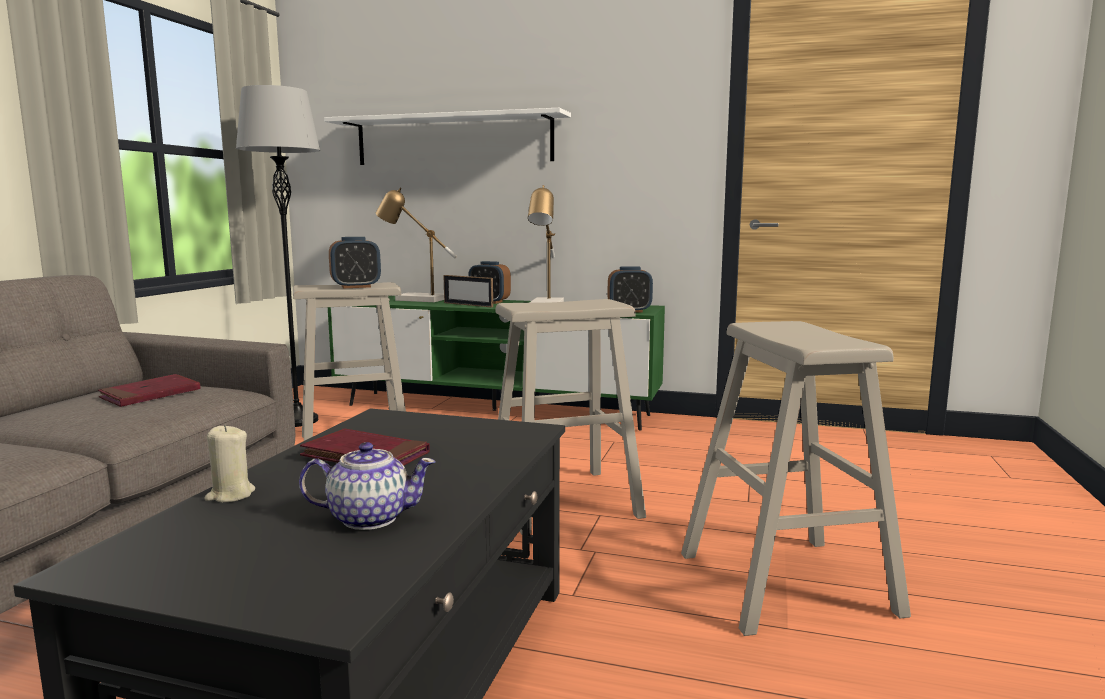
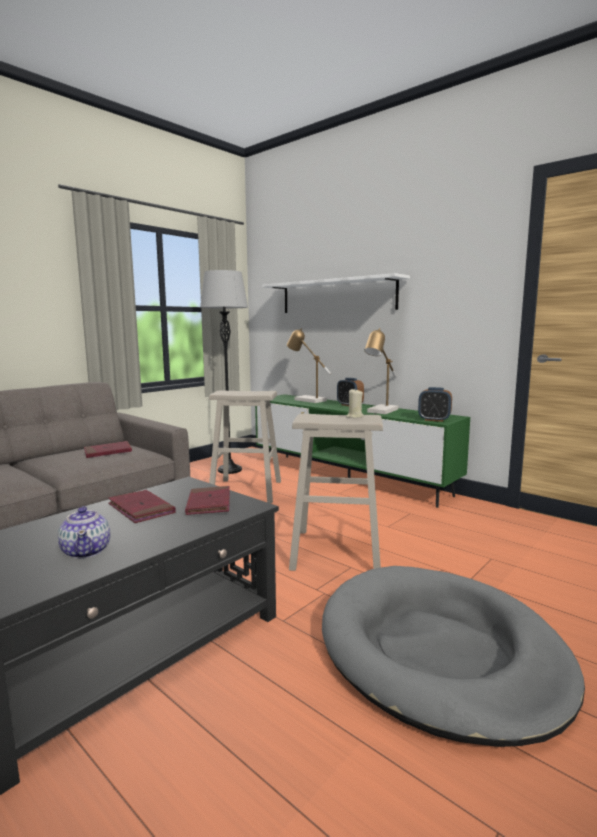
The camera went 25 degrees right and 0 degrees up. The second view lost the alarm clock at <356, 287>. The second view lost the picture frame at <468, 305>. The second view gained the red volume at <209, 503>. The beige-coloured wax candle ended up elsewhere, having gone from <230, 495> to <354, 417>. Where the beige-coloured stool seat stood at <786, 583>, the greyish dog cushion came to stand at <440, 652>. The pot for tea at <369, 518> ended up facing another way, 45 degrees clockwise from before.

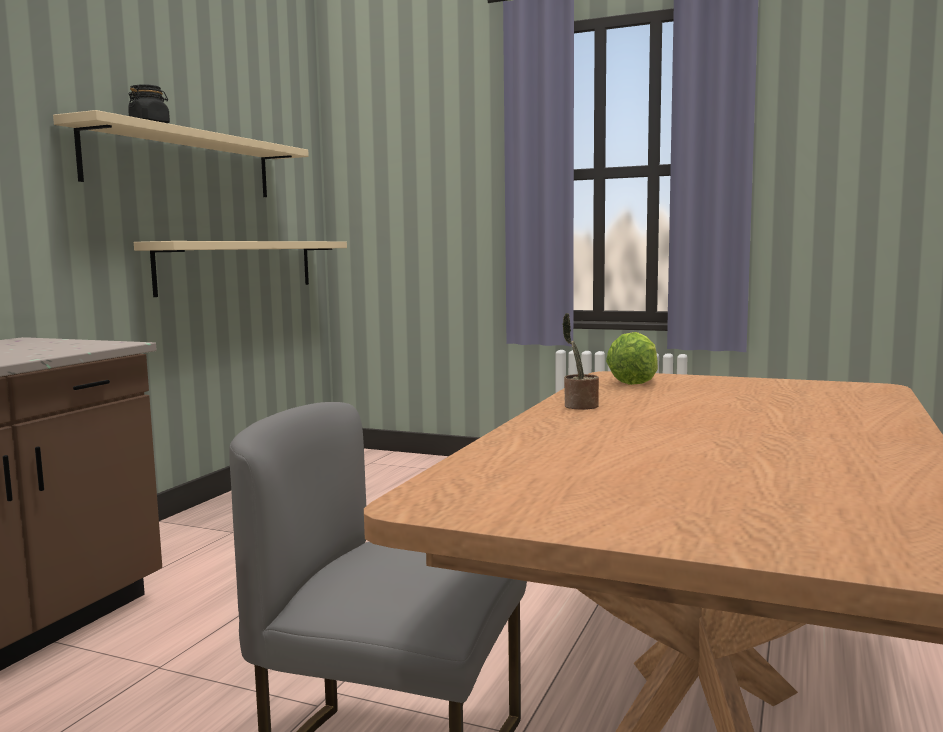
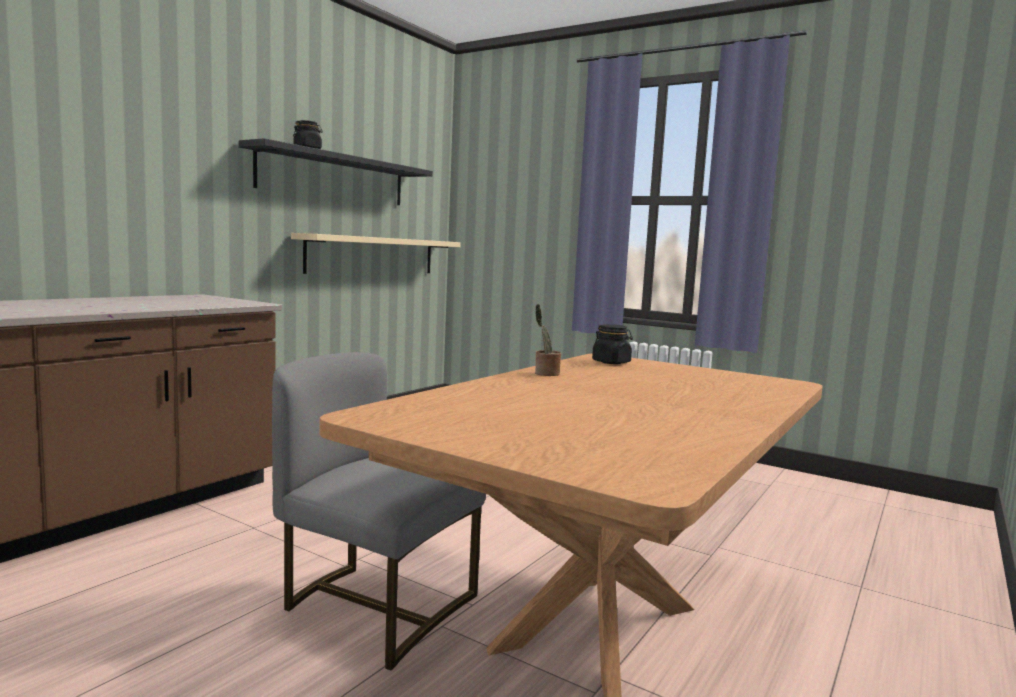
The camera went 10 degrees right and 0 degrees up. Where the lettuce stood at <635, 382>, the blackish storage jar came to stand at <611, 362>. What was the beige-coloured wall shelf at <183, 163> turned into the blackish wall shelf at <334, 177>.

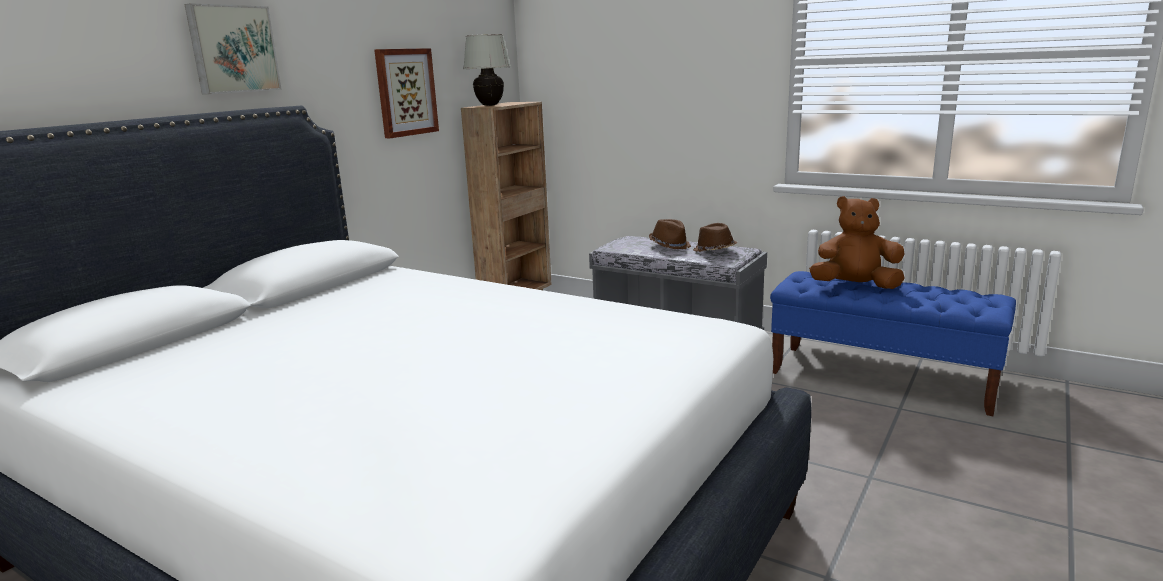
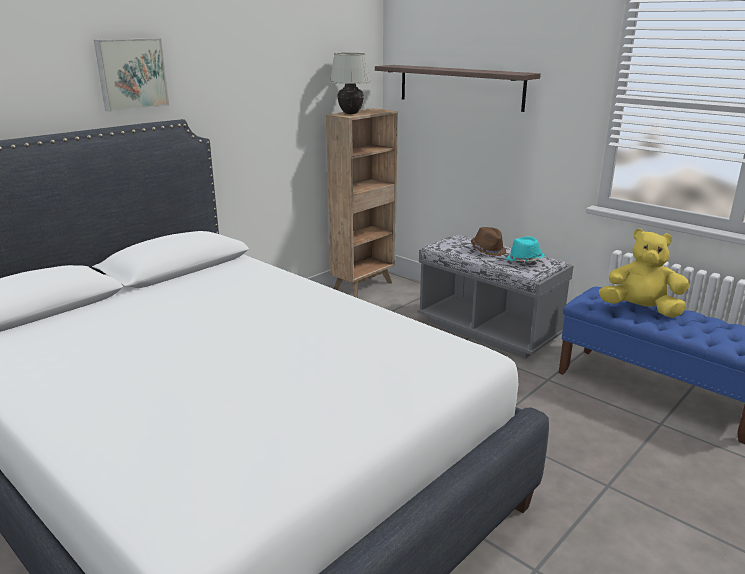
The camera went 10 degrees right and 5 degrees up. The second view lost the wall art at <405, 92>. The second view gained the wall shelf at <459, 87>. What was the brown clothing hat at <714, 251> turned into the turquoise-coloured clothing hat at <524, 260>. What was the brown cuddly toy at <855, 287> turned into the yellow cuddly toy at <640, 310>.

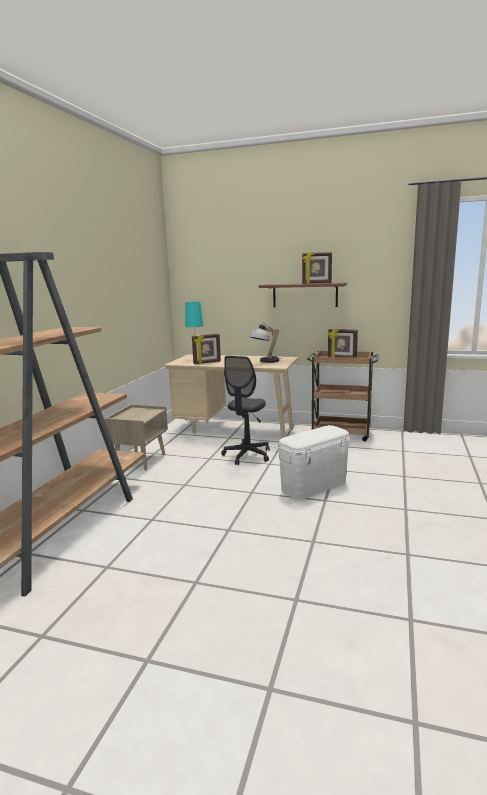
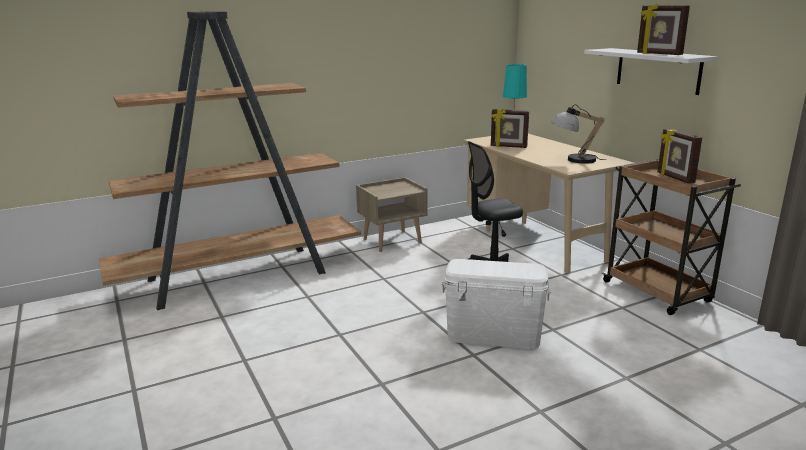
The camera went 45 degrees right and 5 degrees up. What was the brown wall shelf at <305, 295> turned into the whitish wall shelf at <657, 70>.

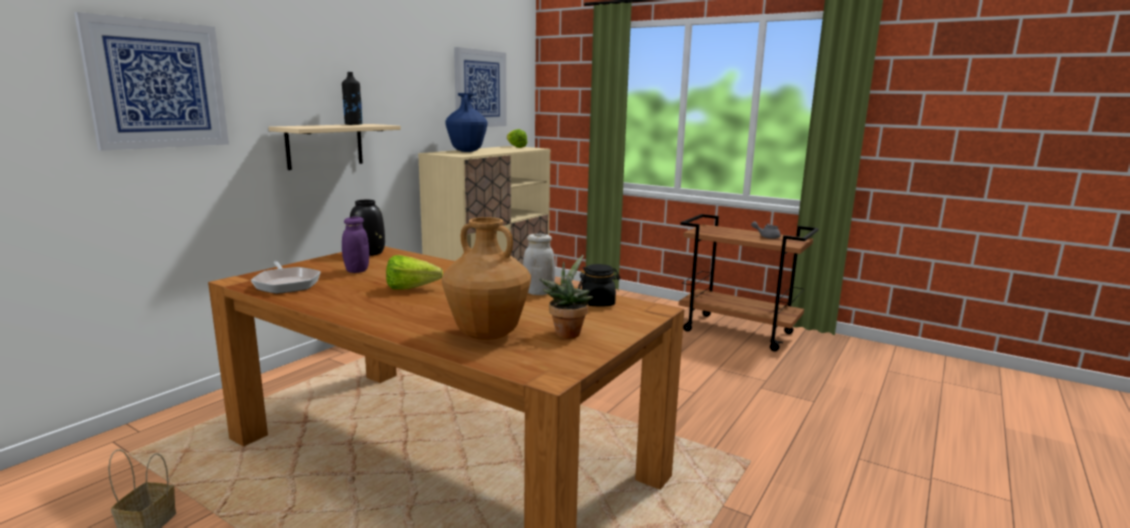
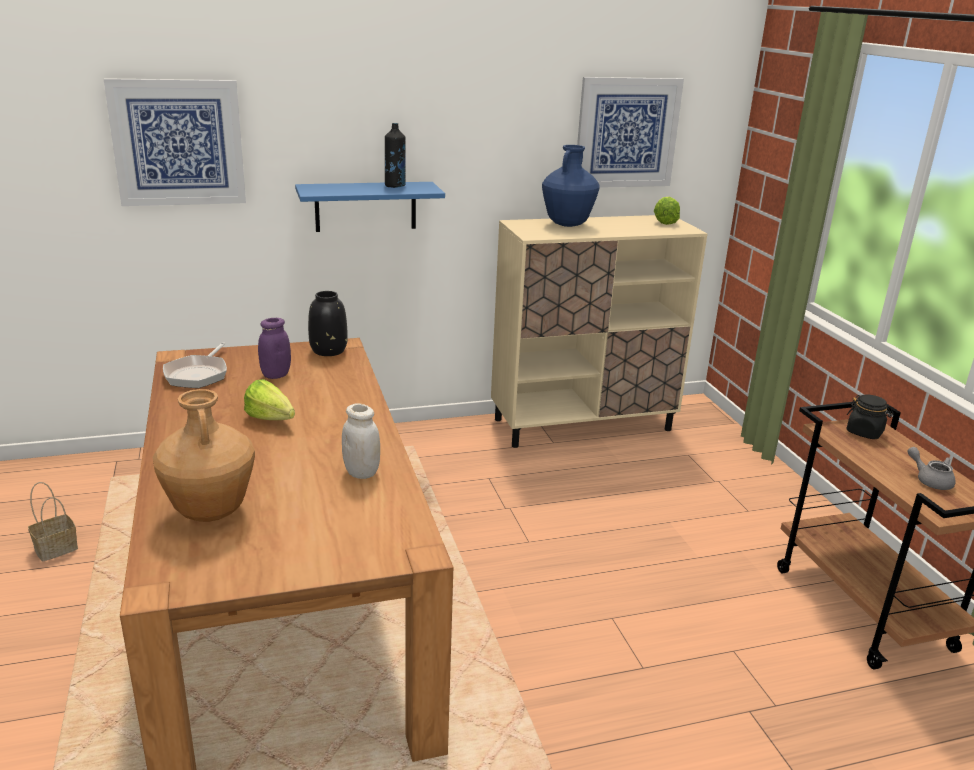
The camera went 40 degrees right and 10 degrees up. The second view lost the plant in a pot at <567, 332>. The blackish storage jar ended up elsewhere, having gone from <598, 303> to <864, 432>. What was the beige-coloured wall shelf at <325, 146> turned into the bluish wall shelf at <365, 206>.

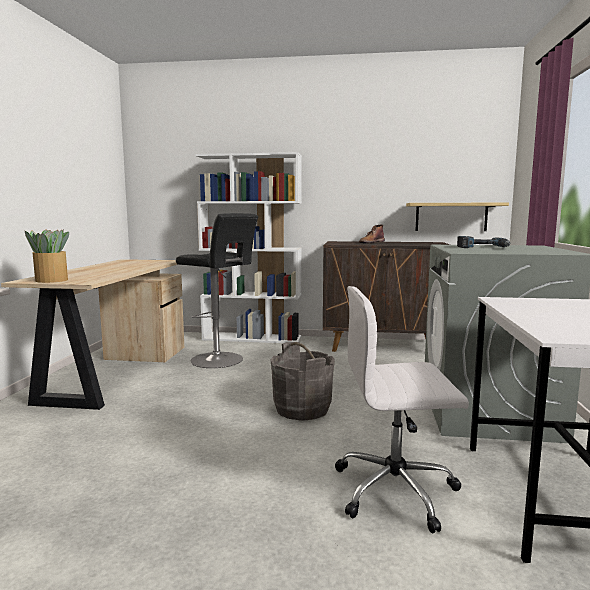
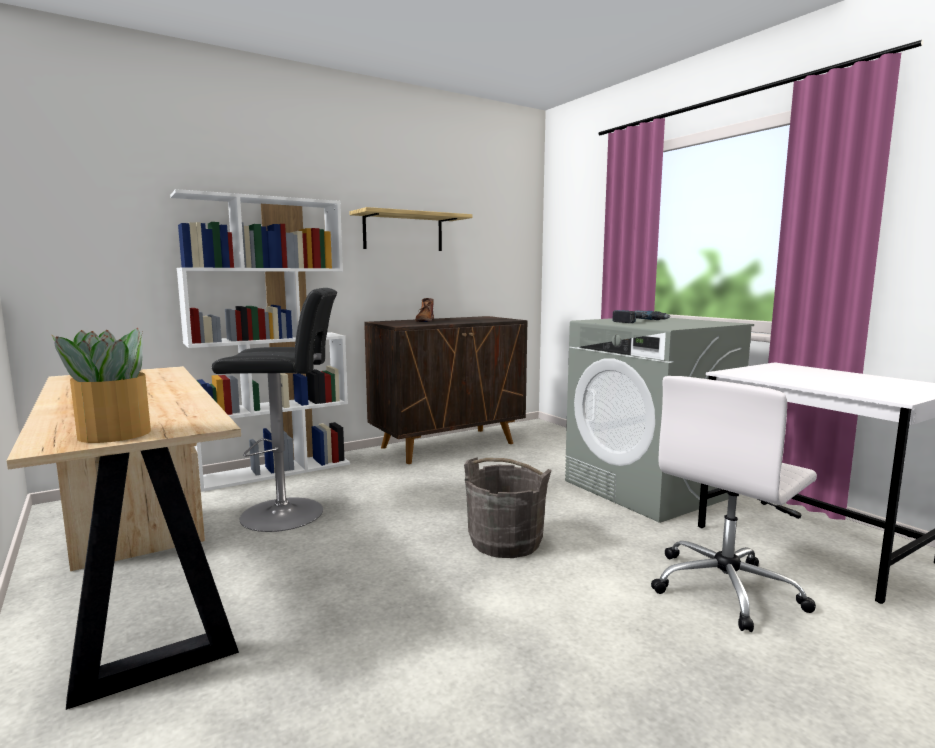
The camera went 40 degrees left and 0 degrees up. The wall shelf ended up elsewhere, having gone from <451, 217> to <403, 232>.

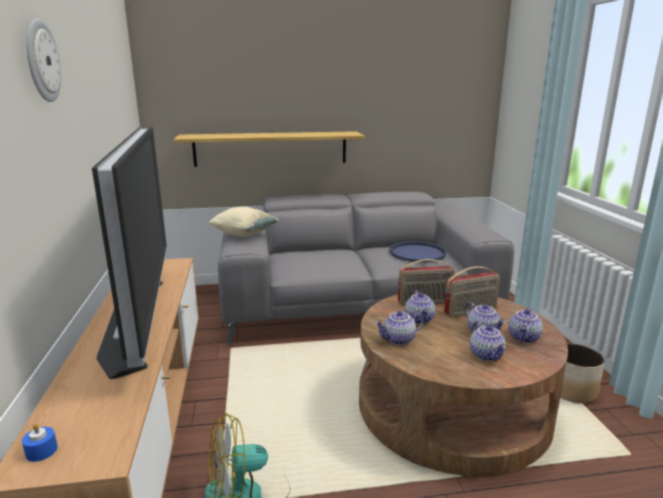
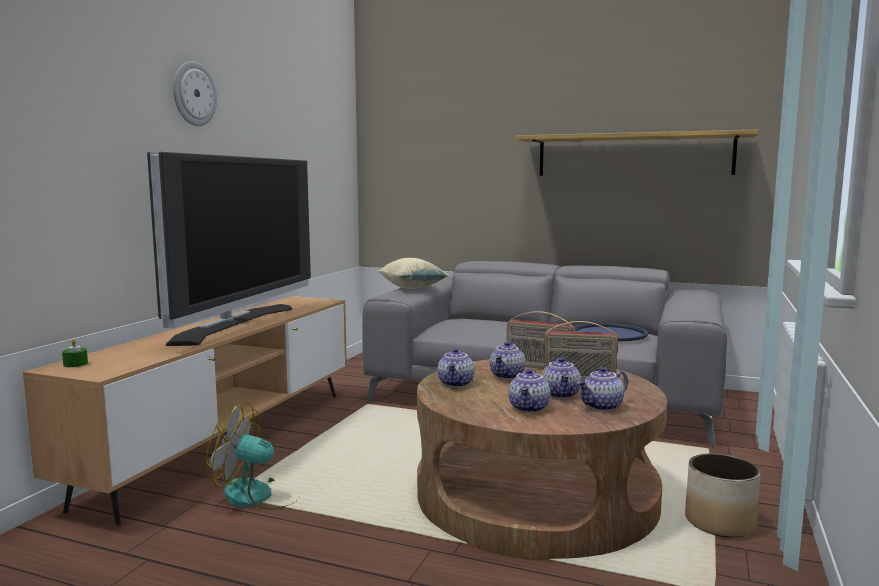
The camera went 30 degrees right and 10 degrees down. The wall shelf ended up elsewhere, having gone from <270, 148> to <633, 155>. What was the bluish wax candle at <41, 451> turned into the green-coloured wax candle at <75, 364>. The pot for tea at <399, 340> ended up facing another way, 90 degrees counterclockwise from before.

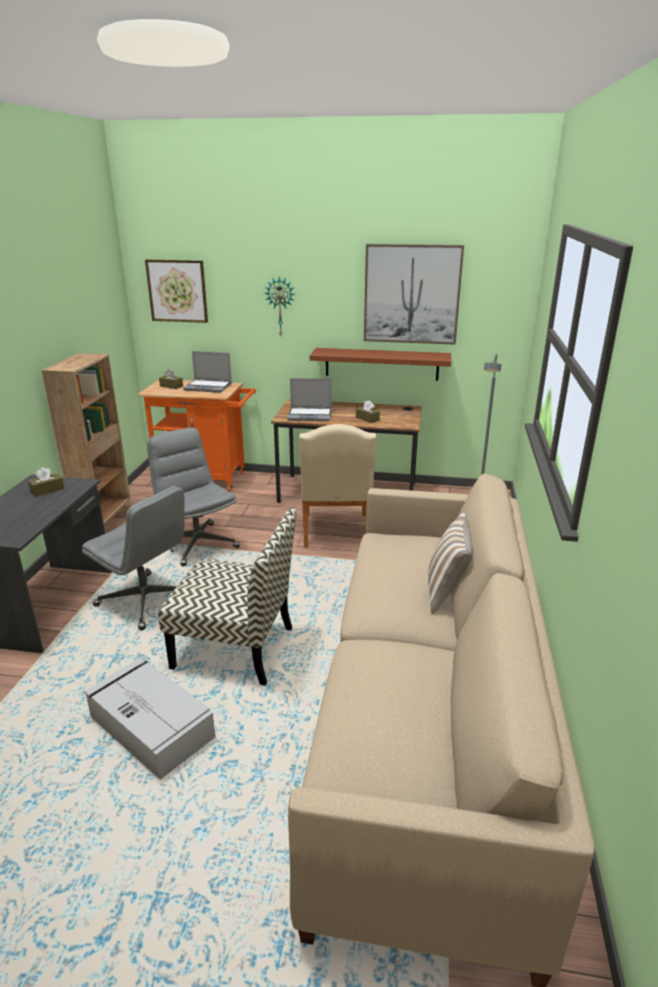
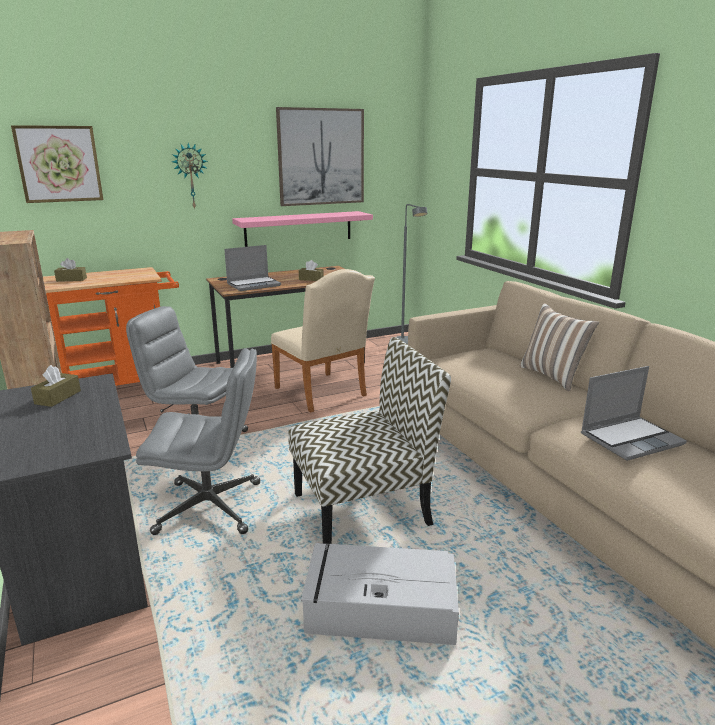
The camera went 35 degrees left and 5 degrees down. The portable computer ended up elsewhere, having gone from <209, 387> to <631, 439>. What was the brown wall shelf at <381, 364> turned into the pinkish wall shelf at <298, 228>.

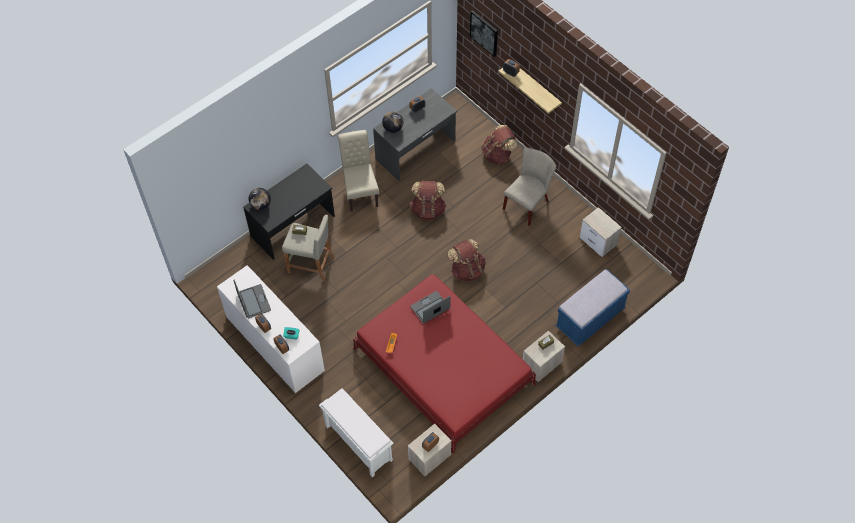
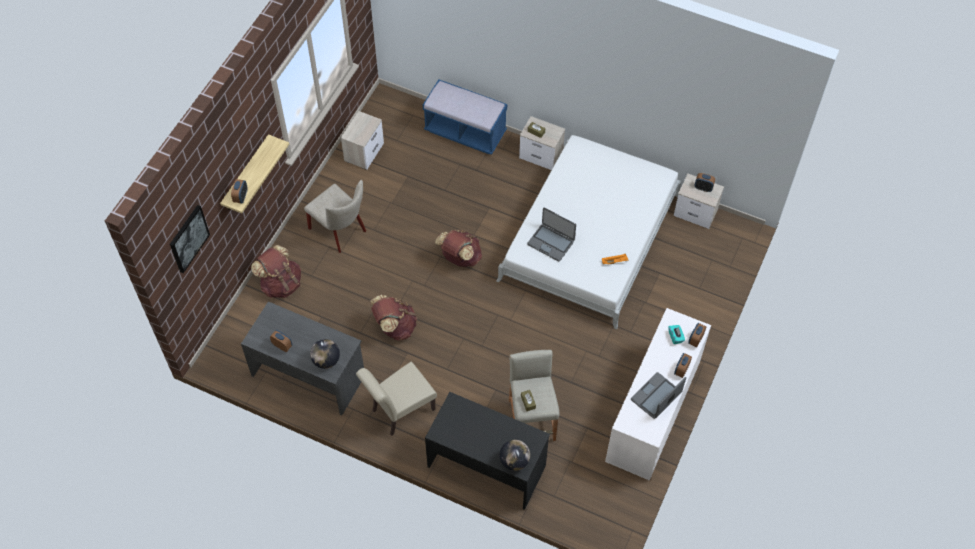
The camera went 115 degrees left and 0 degrees up. The second view lost the whitish indoor bench at <358, 443>. What was the red sleeping bed at <443, 366> turned into the whitish sleeping bed at <589, 237>. The beige-coloured chair at <528, 203> ended up facing another way, 150 degrees counterclockwise from before.

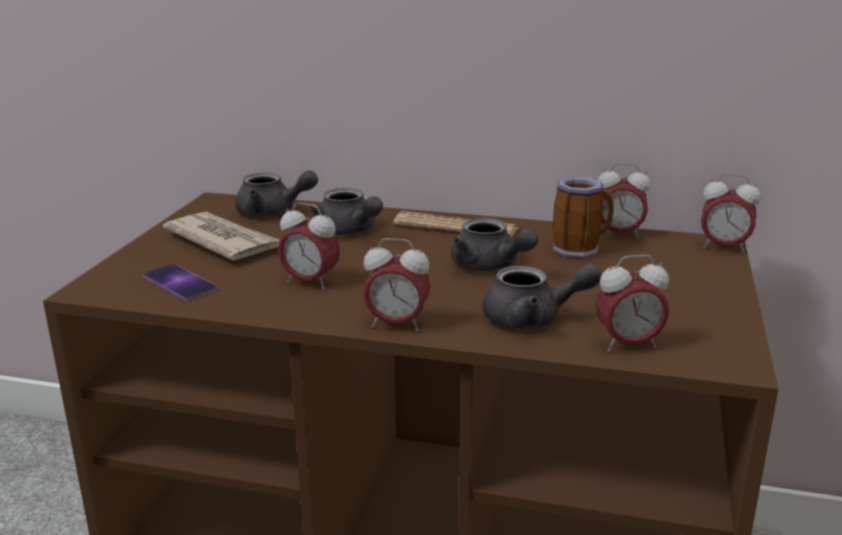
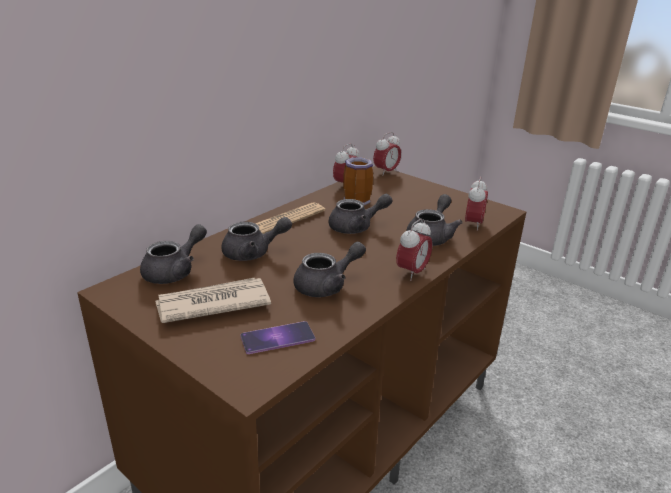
The camera went 65 degrees left and 5 degrees up. Where the alarm clock stood at <310, 282>, the greyish pot for tea came to stand at <327, 285>.

